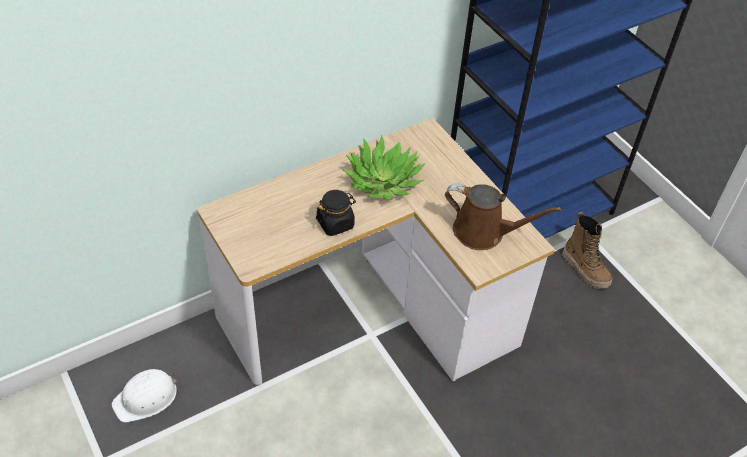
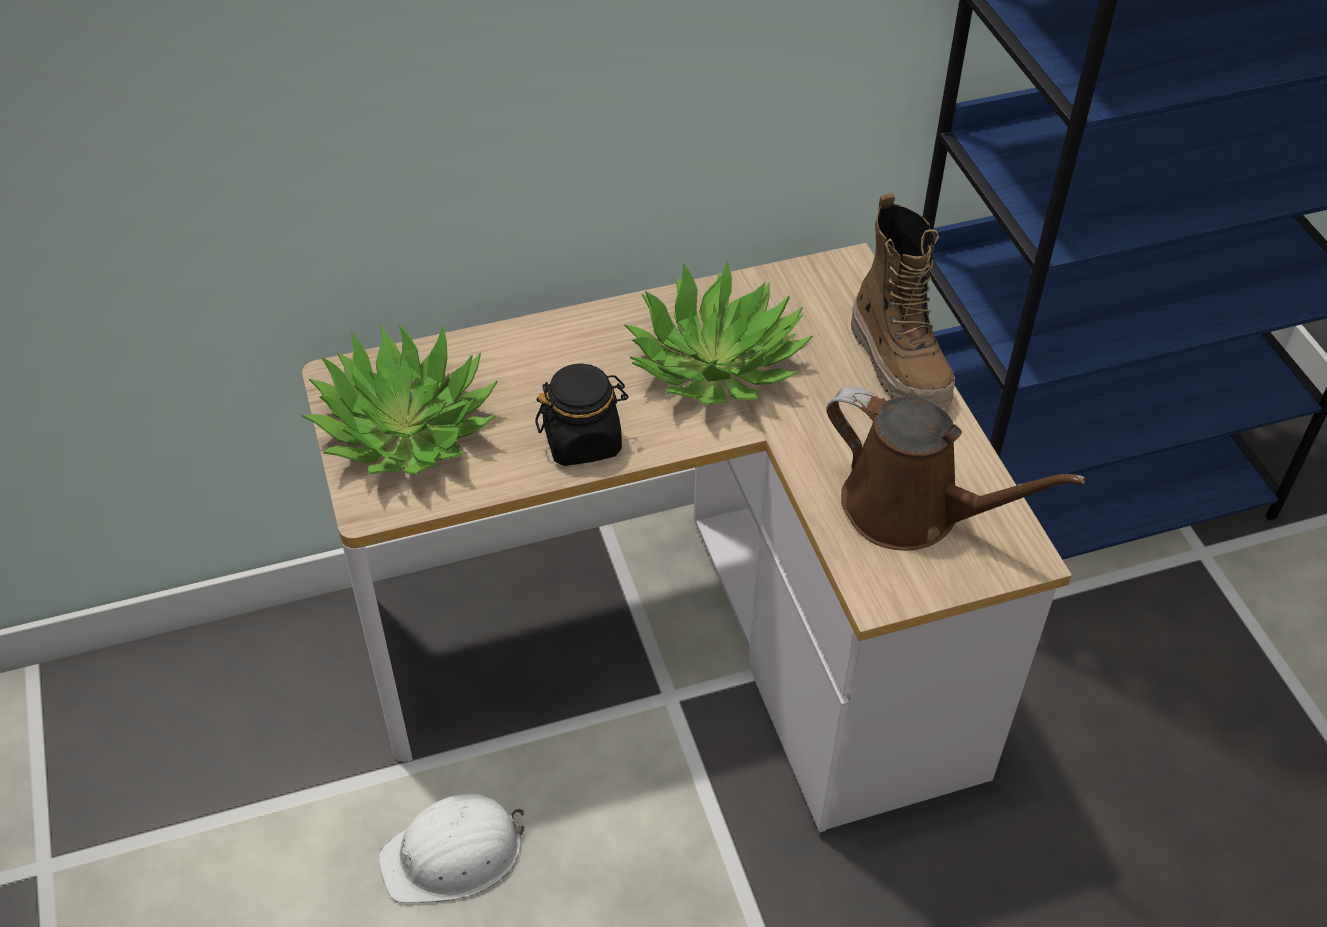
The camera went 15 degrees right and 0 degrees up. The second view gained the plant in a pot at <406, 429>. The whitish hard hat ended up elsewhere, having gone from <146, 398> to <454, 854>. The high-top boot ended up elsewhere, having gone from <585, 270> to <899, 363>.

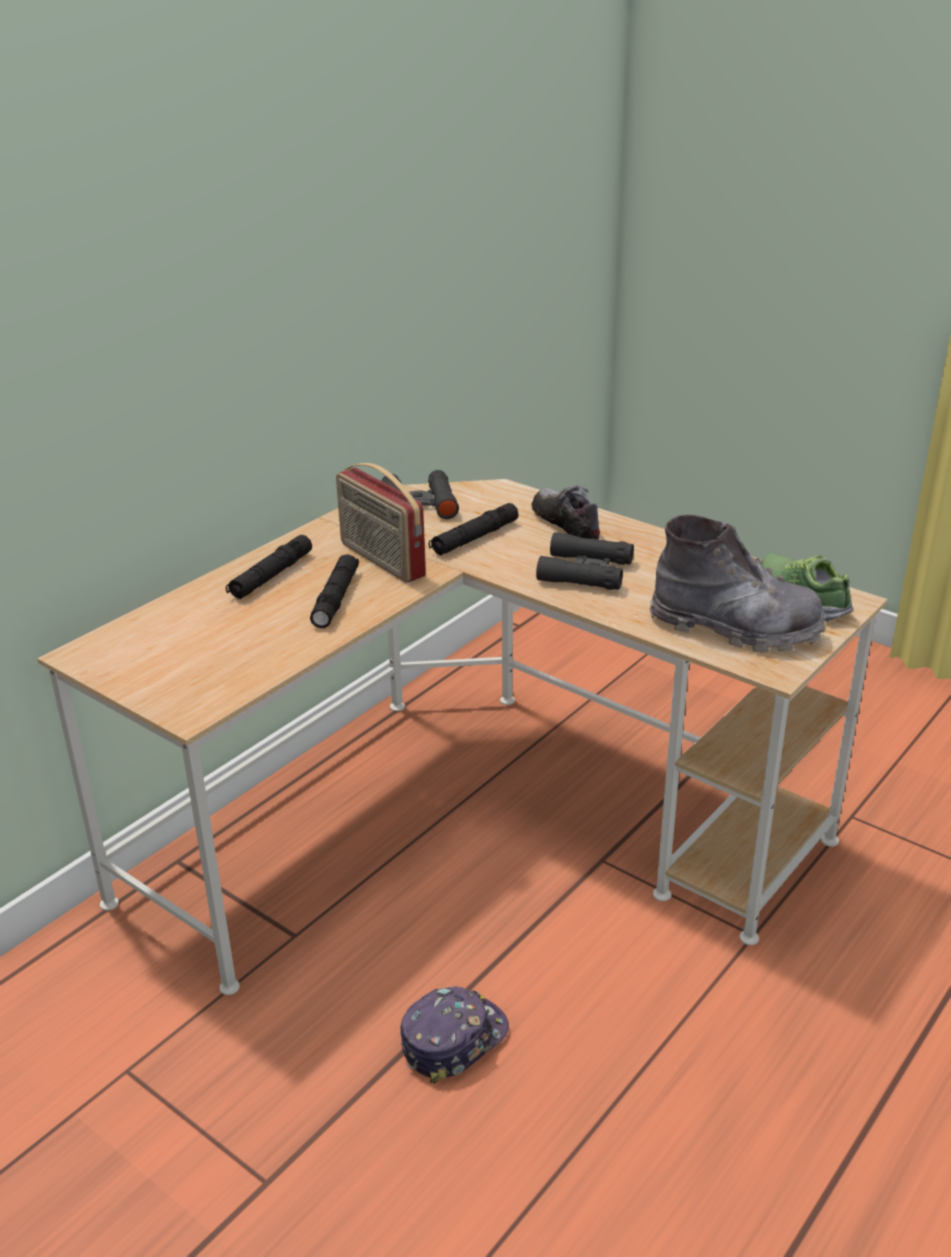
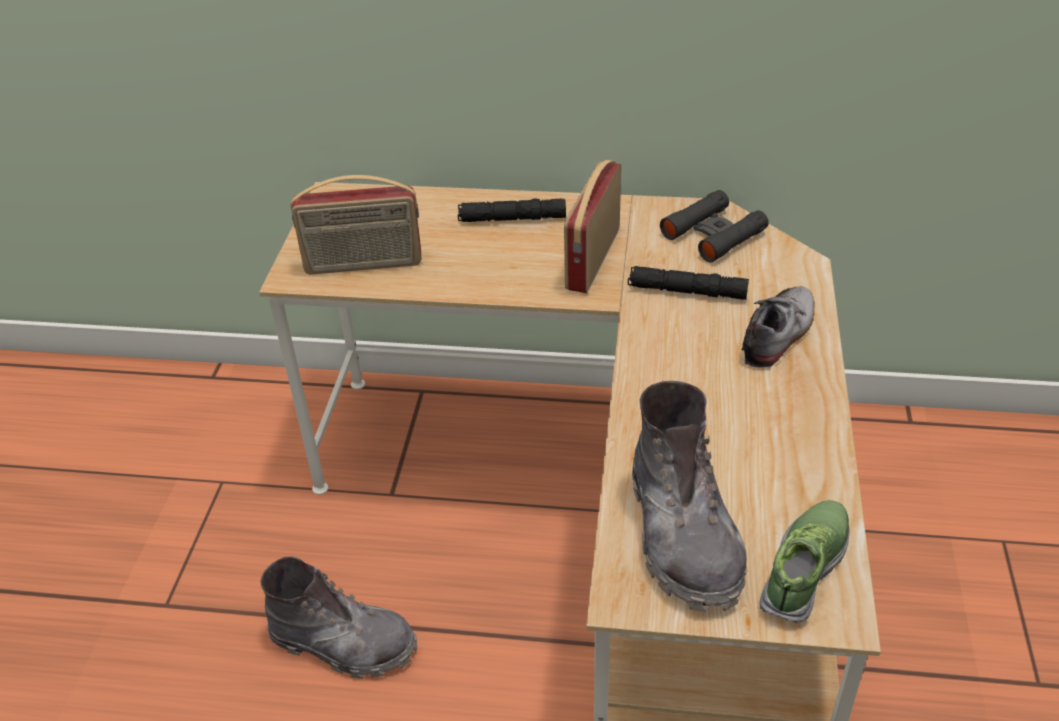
The camera went 60 degrees right and 10 degrees up. The second view lost the blackish hand torch at <336, 598>. The second view lost the blackish pair of binoculars at <585, 571>. The second view gained the radio set at <363, 265>. Where the baseball cap stood at <453, 1039>, the greyish high-top boot came to stand at <344, 644>.

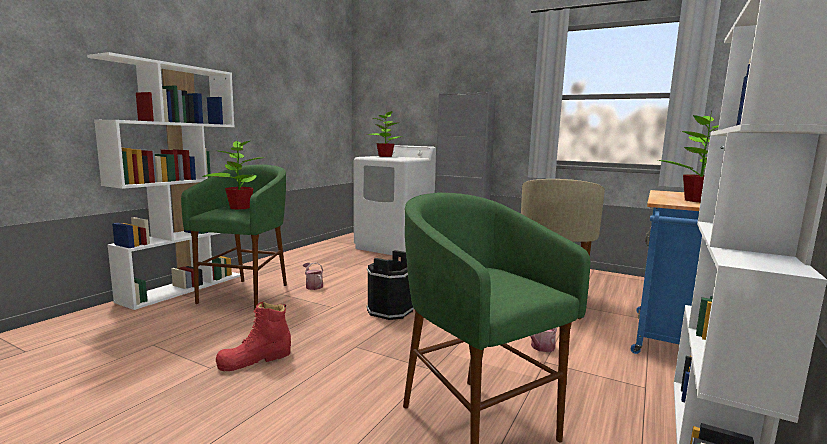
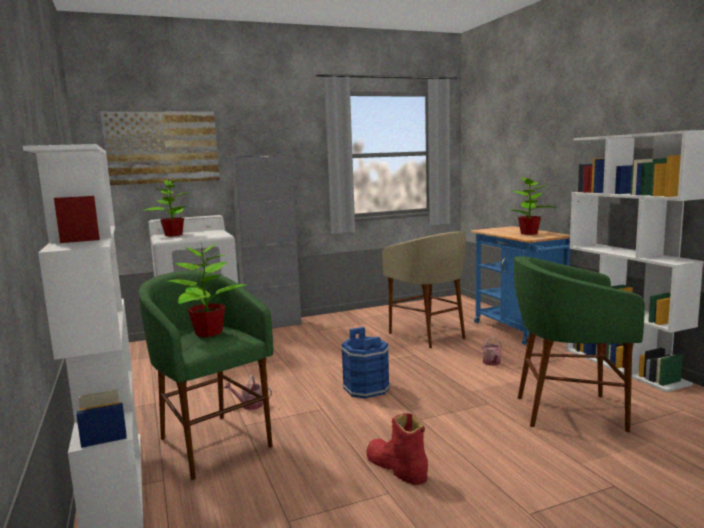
The camera went 50 degrees left and 0 degrees up. The second view gained the wall art at <162, 147>. What was the blackish water bucket at <390, 311> turned into the bluish water bucket at <366, 388>. The red high-top boot at <255, 359> ended up facing another way, 135 degrees clockwise from before.

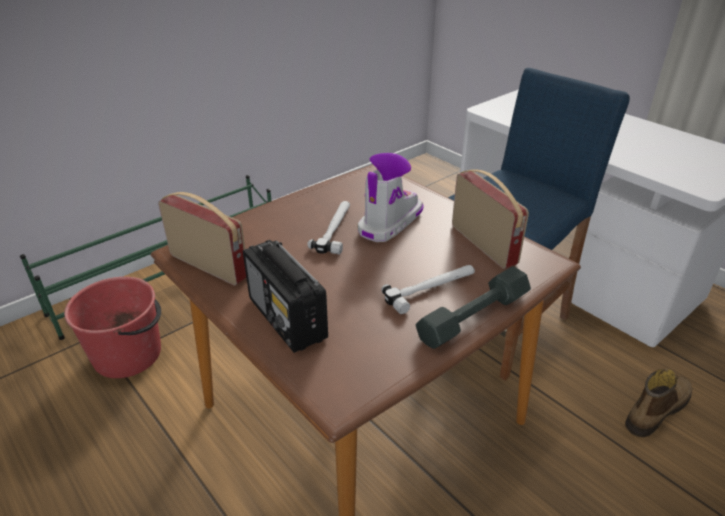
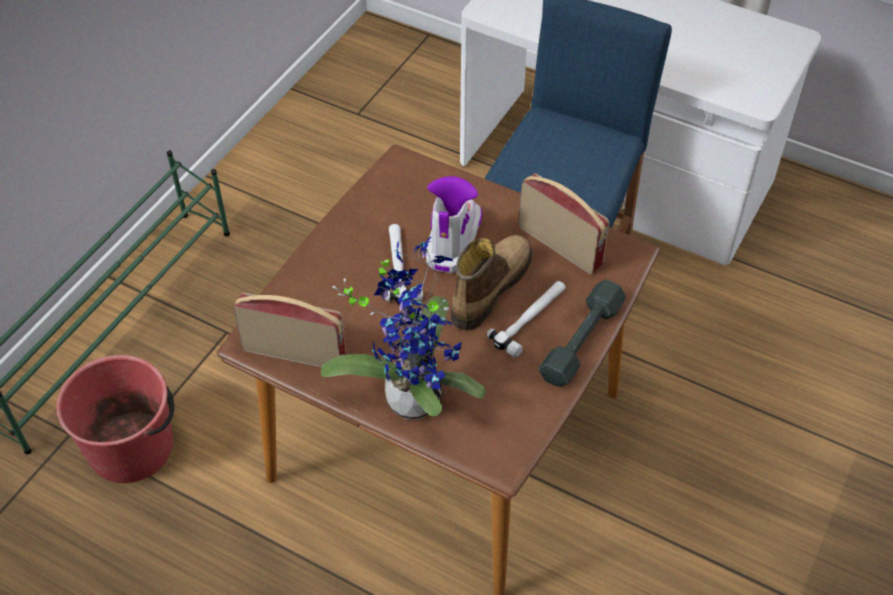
The camera went 20 degrees left and 15 degrees up. The high-top boot ended up elsewhere, having gone from <655, 410> to <489, 288>. Where the radio set stood at <287, 319>, the plant in a pot came to stand at <413, 394>.

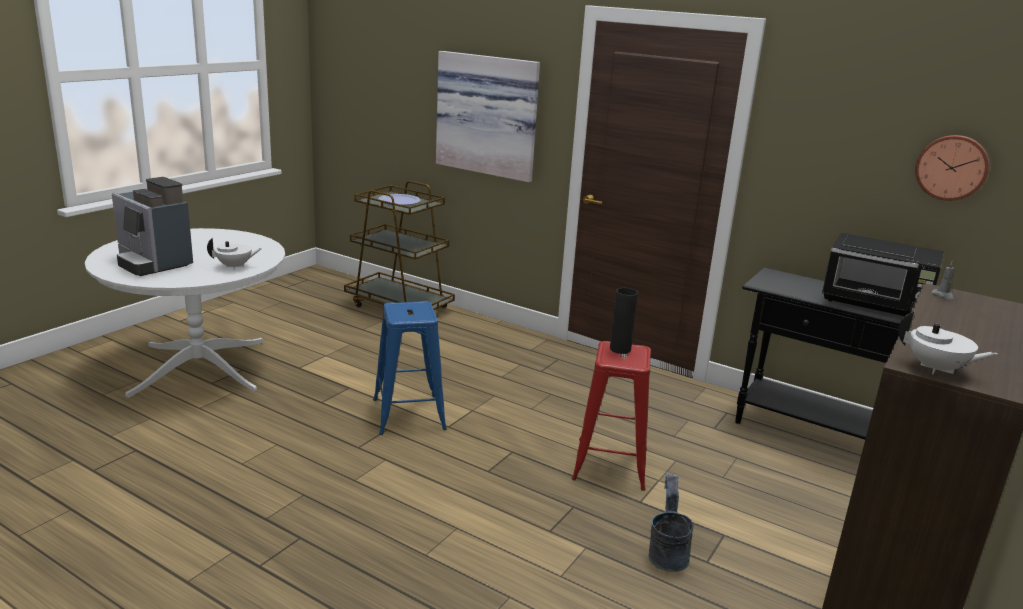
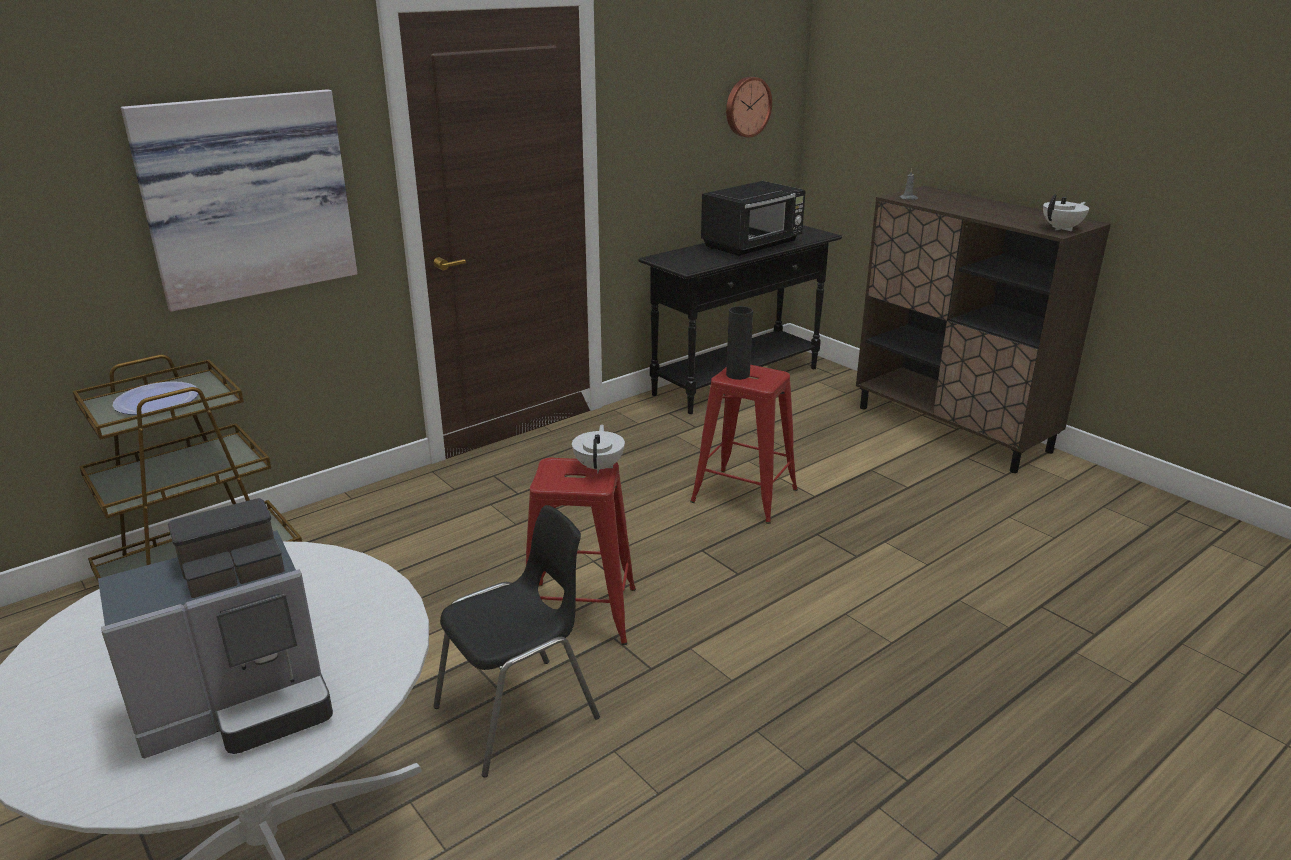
The camera went 70 degrees left and 5 degrees up. The second view lost the greyish water bucket at <667, 553>. The second view gained the blackish chair at <519, 713>. The whitish pot for tea ended up elsewhere, having gone from <235, 266> to <599, 467>. What was the bluish stool seat at <409, 414> turned into the red stool seat at <579, 613>.

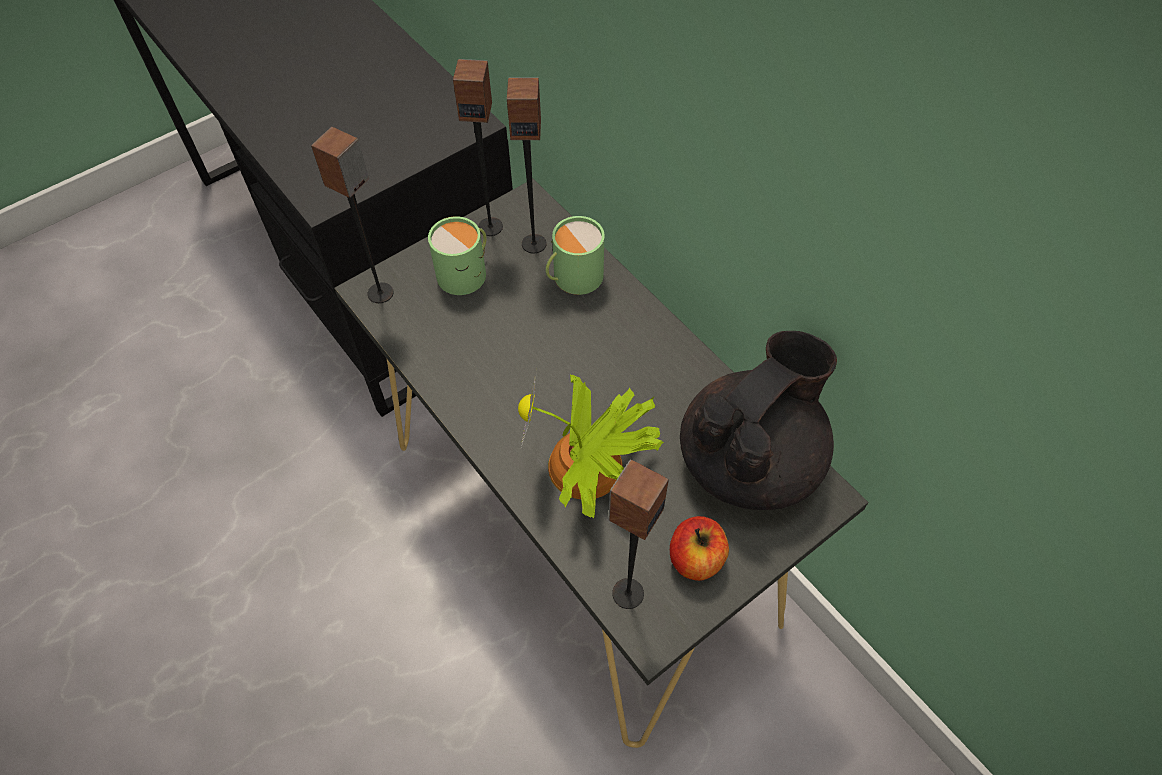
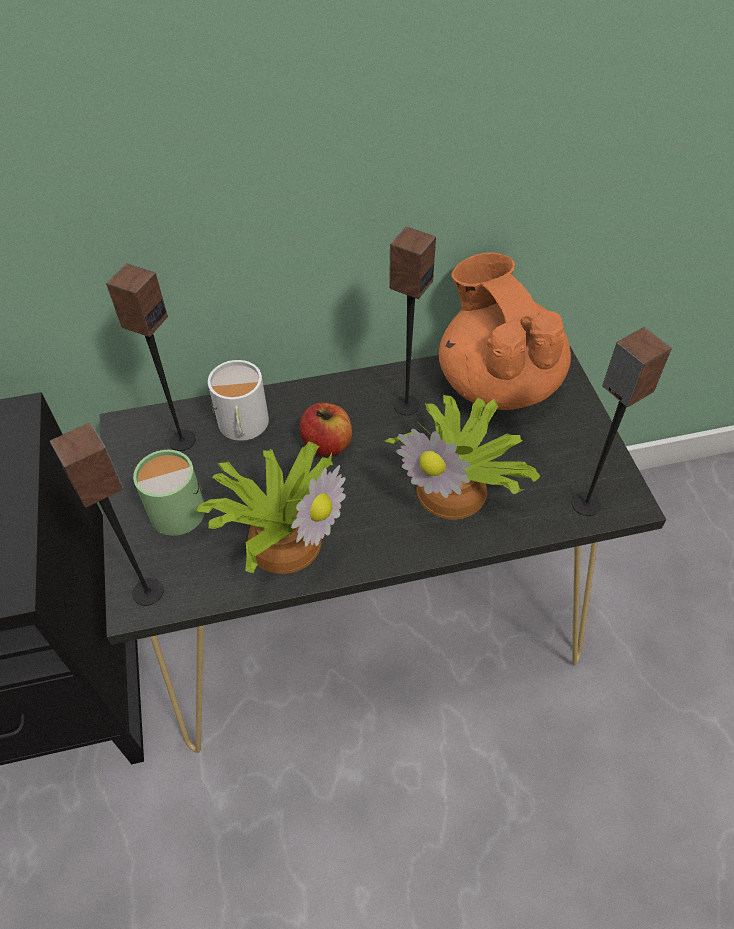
The camera went 65 degrees left and 5 degrees down. The second view gained the plant in a pot at <282, 537>. The audio speaker ended up elsewhere, having gone from <490, 226> to <406, 405>. The apple ended up elsewhere, having gone from <696, 558> to <327, 444>. What was the green-coloured mug at <573, 277> turned into the whitish mug at <242, 425>. What was the blackish pot for tea at <750, 460> turned into the orangey pot for tea at <497, 381>.

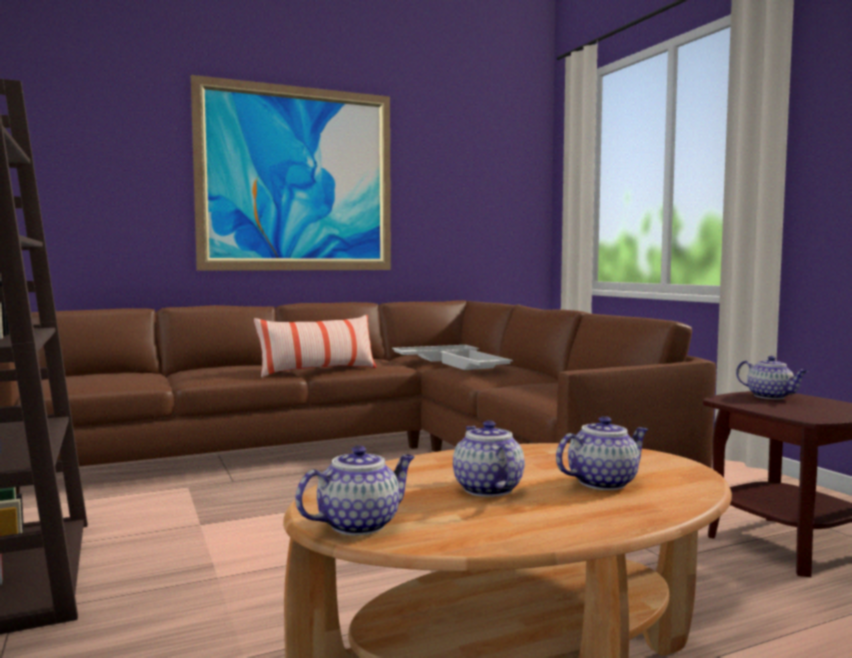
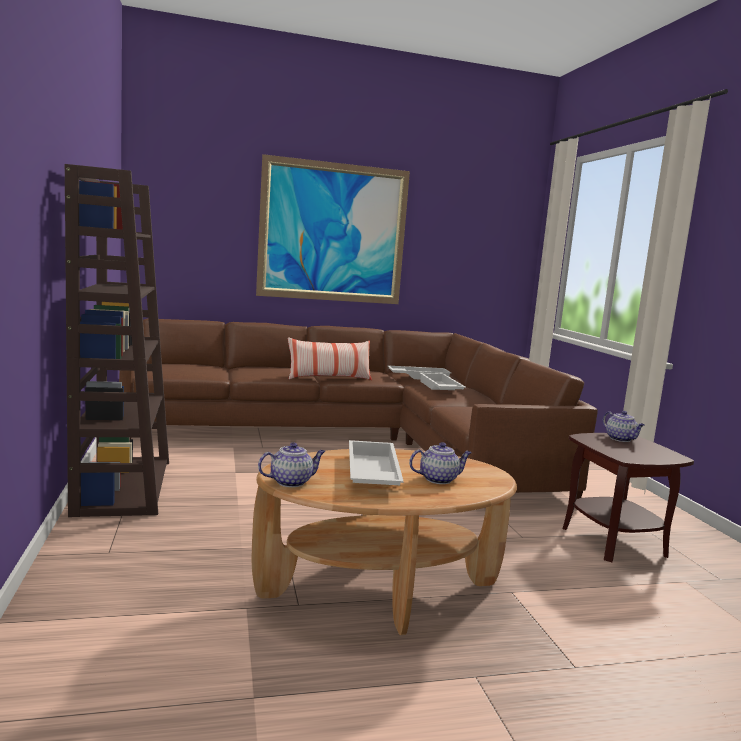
The camera went 10 degrees right and 5 degrees up. Where the pot for tea stood at <486, 489>, the whitish serving tray came to stand at <370, 473>.

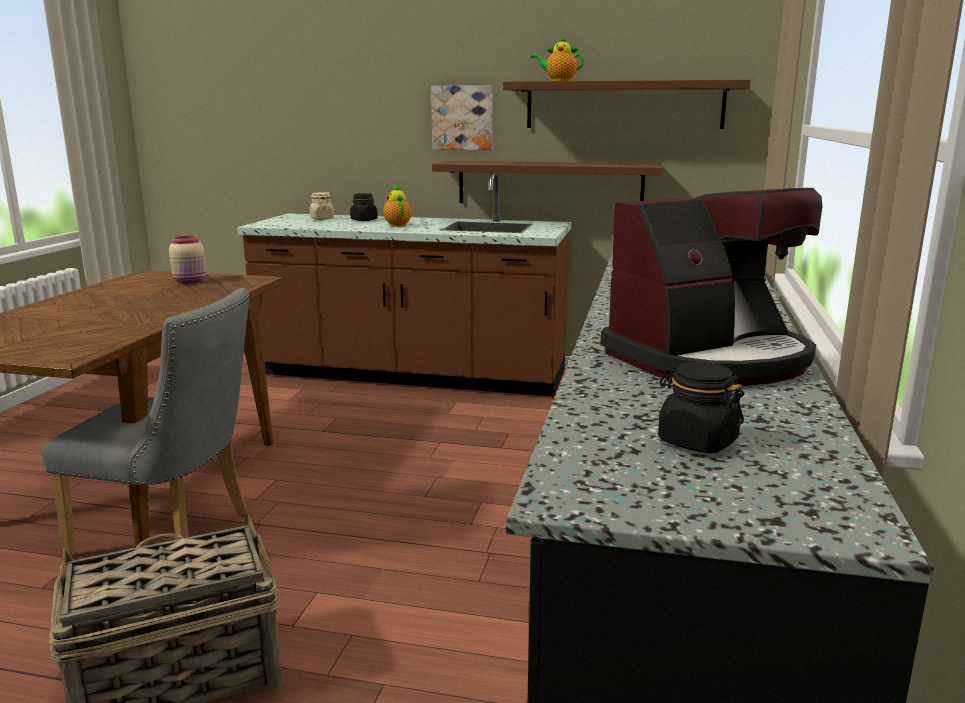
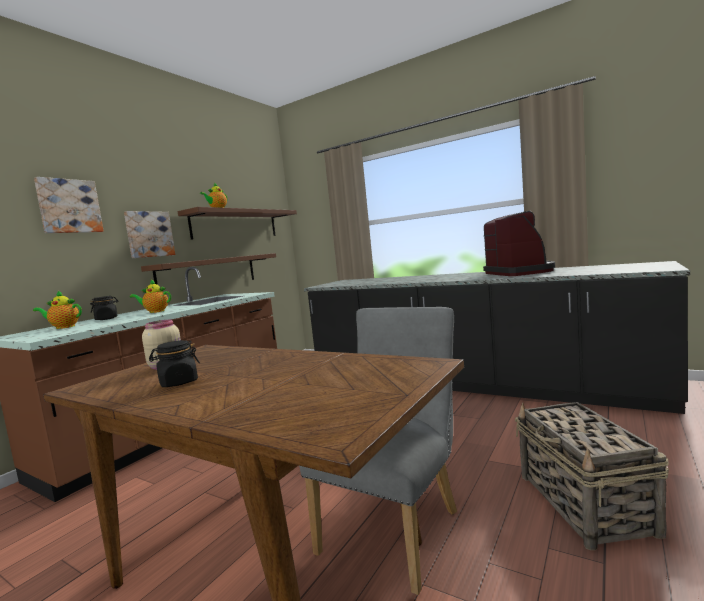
The camera went 70 degrees left and 10 degrees down. The second view gained the wall art at <69, 206>. The blackish storage jar ended up elsewhere, having gone from <697, 441> to <178, 382>. Where the beige-coloured storage jar stood at <322, 219>, the pot for tea came to stand at <63, 327>.

